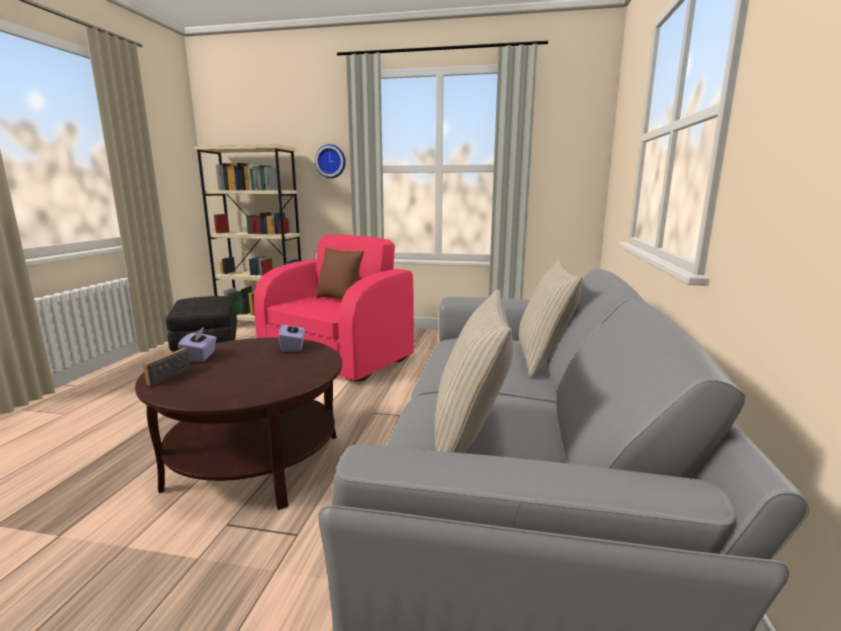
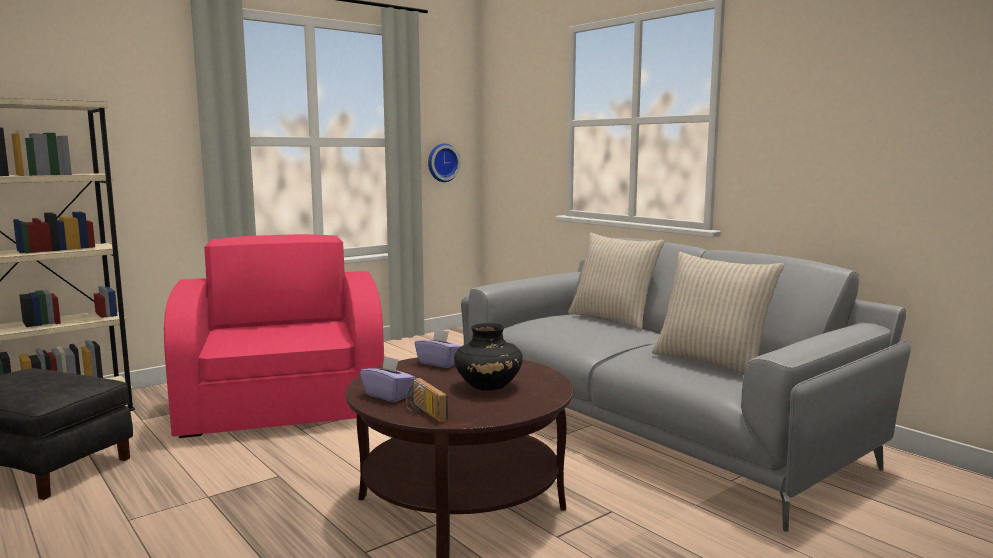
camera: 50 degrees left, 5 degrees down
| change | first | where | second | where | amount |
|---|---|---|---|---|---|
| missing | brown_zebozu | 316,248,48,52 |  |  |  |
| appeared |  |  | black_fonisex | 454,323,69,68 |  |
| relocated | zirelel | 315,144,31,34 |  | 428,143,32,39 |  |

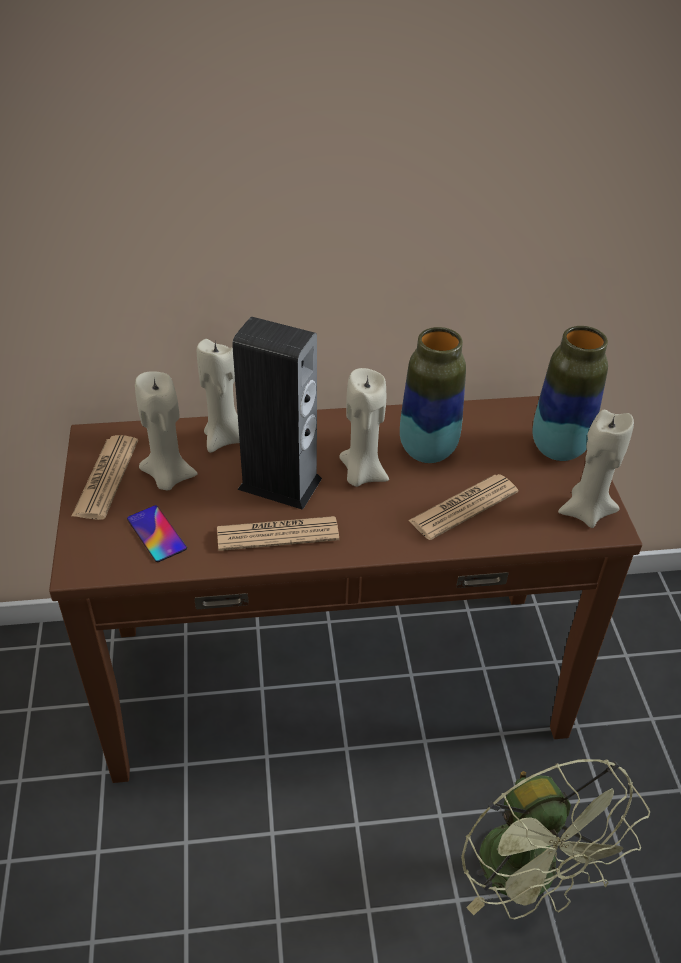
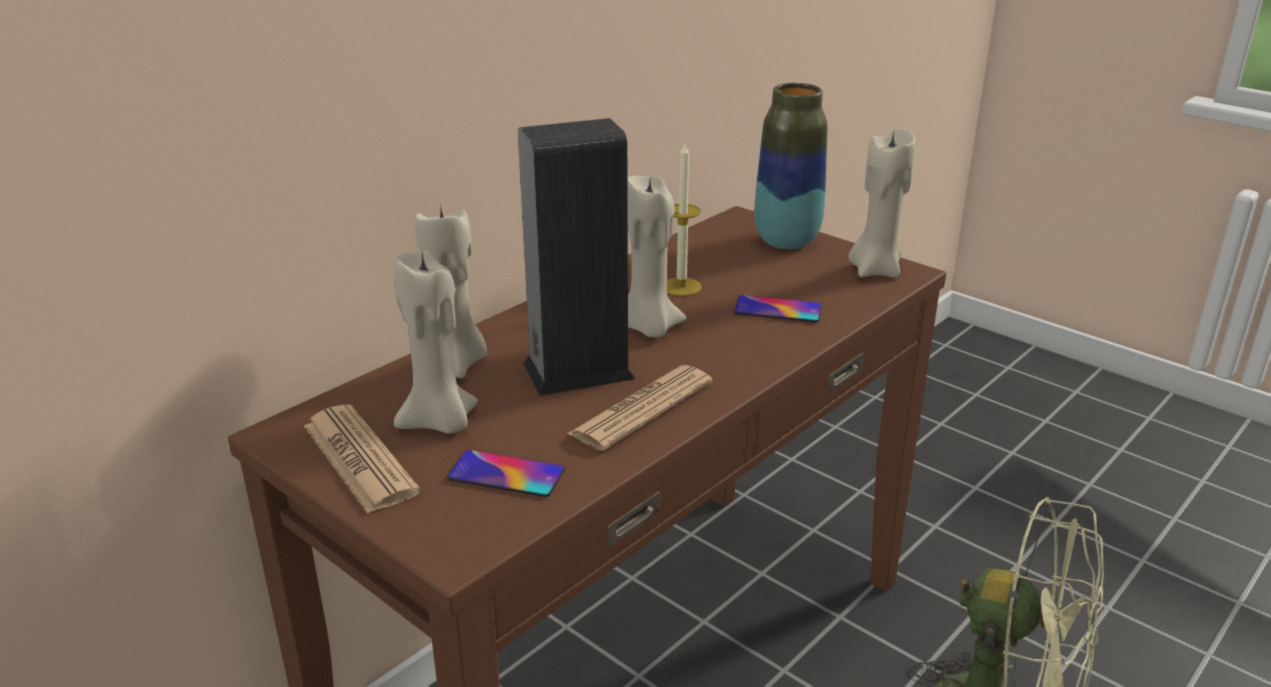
camera: 40 degrees left, 15 degrees down
| change | first | where | second | where | amount |
|---|---|---|---|---|---|
| exchanged | fonisex | 400,327,66,136 | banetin | 667,141,35,155 |  |
| exchanged | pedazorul | 408,474,110,66 | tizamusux | 734,295,88,27 |  |

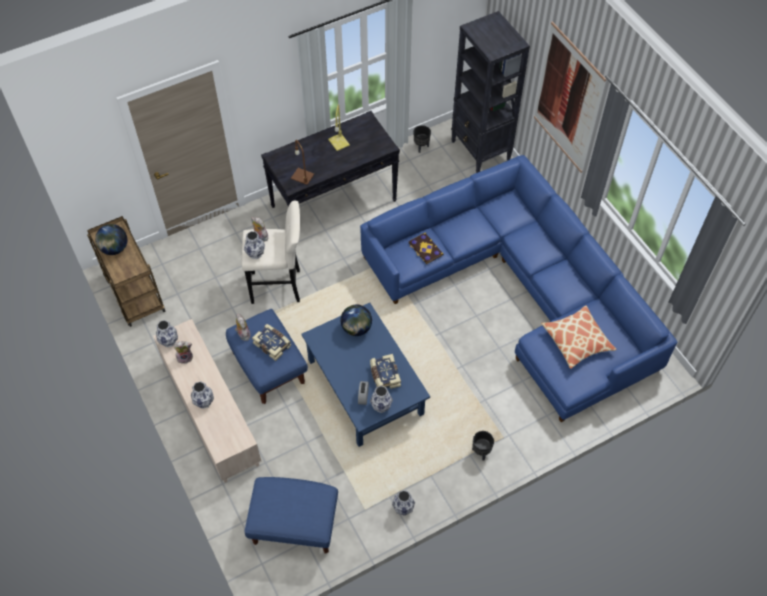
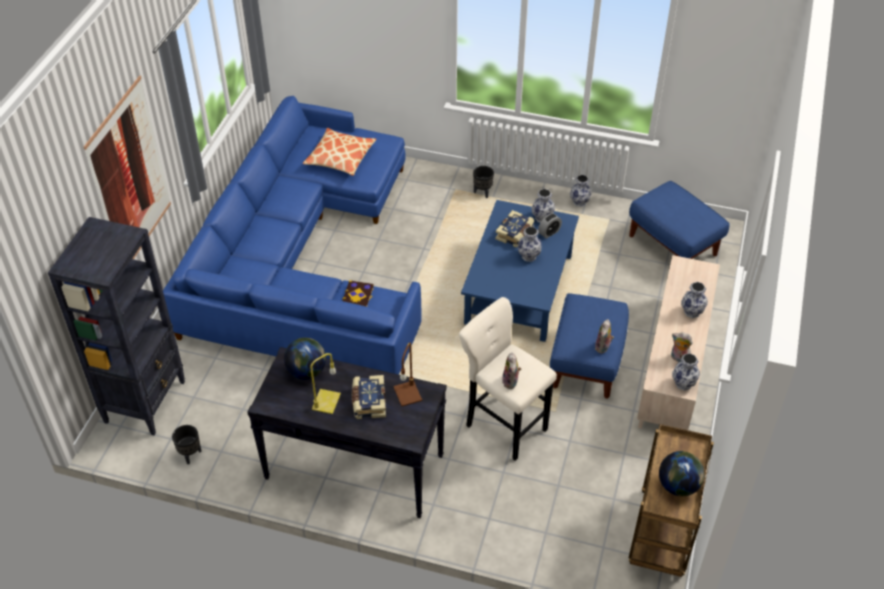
camera: 135 degrees left, 10 degrees down
| change | first | where | second | where | amount |
|---|---|---|---|---|---|
| relocated | fonisex | 244,231,21,28 |  | 518,227,24,35 |  |
| relocated | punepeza | 252,324,39,37 |  | 352,375,34,44 |  |
| relocated | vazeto | 340,304,32,32 |  | 284,338,42,42 |  |

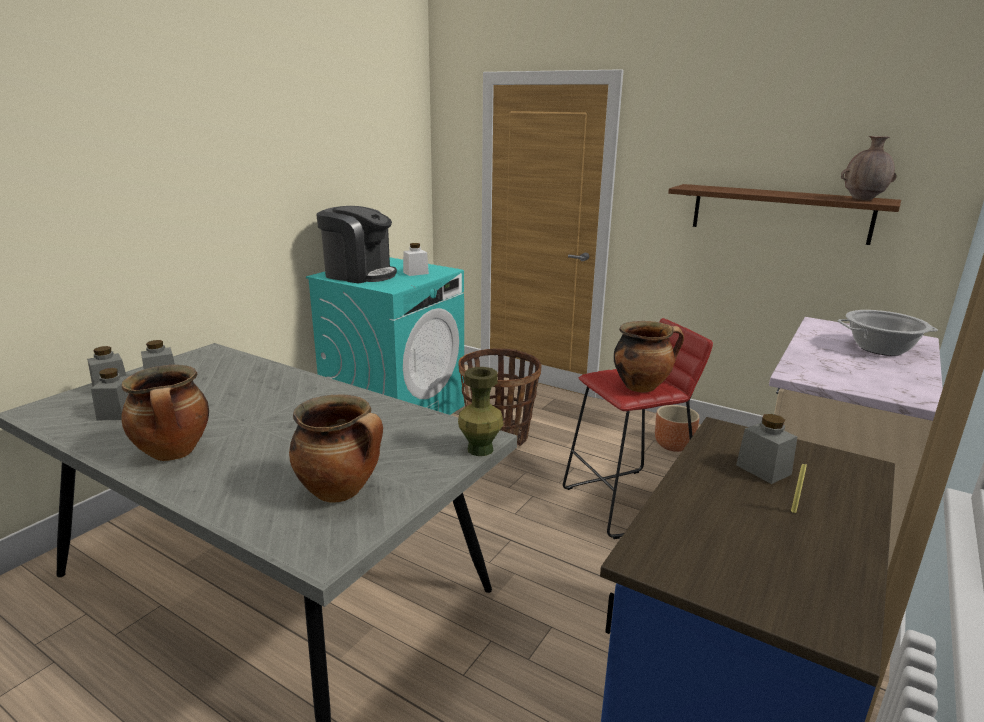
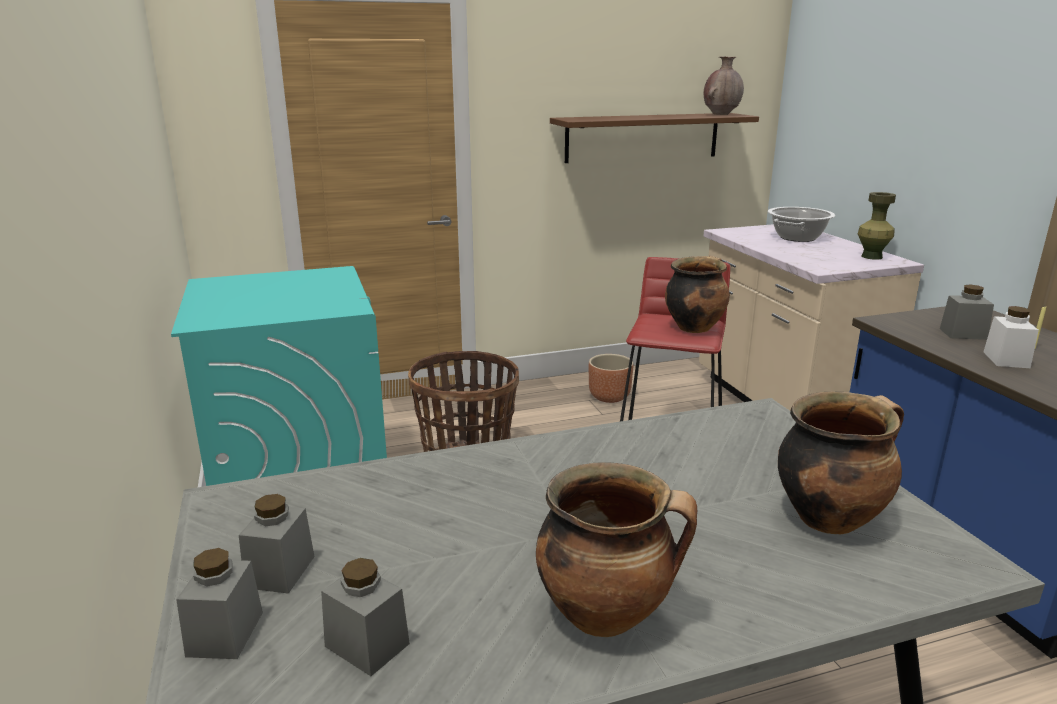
camera: 50 degrees left, 0 degrees up
| change | first | where | second | where | amount |
|---|---|---|---|---|---|
| missing | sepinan | 316,206,81,77 |  |  |  |
| relocated | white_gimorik | 403,243,26,33 |  | 983,306,56,62 |  |
| relocated | green_fonisex | 458,367,46,89 |  | 858,192,38,68 |  |

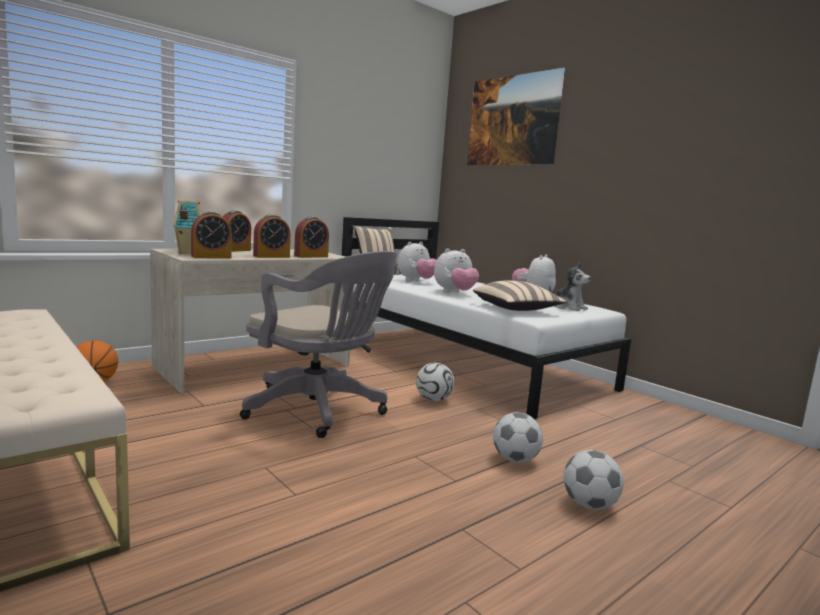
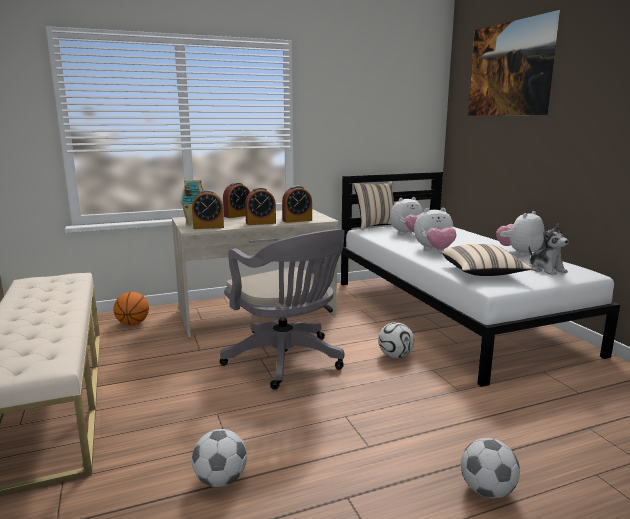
camera: 20 degrees right, 5 degrees up
| change | first | where | second | where | amount |
|---|---|---|---|---|---|
| relocated | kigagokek | 493,412,50,51 |  | 192,429,55,58 |  |

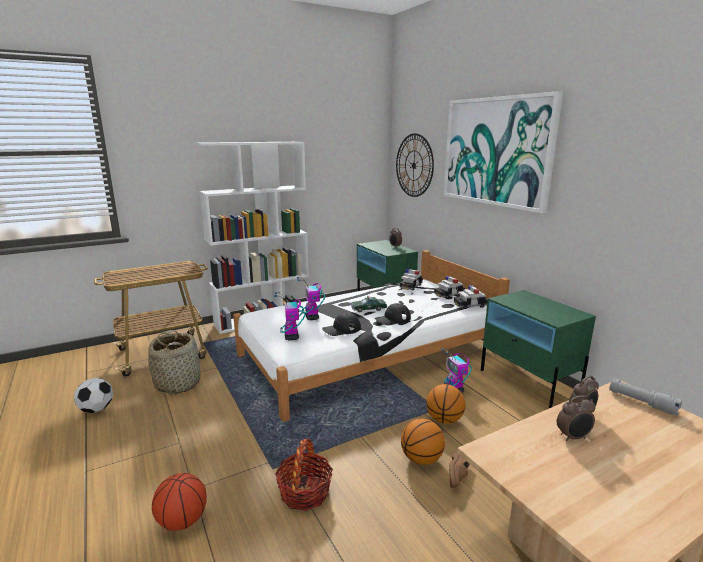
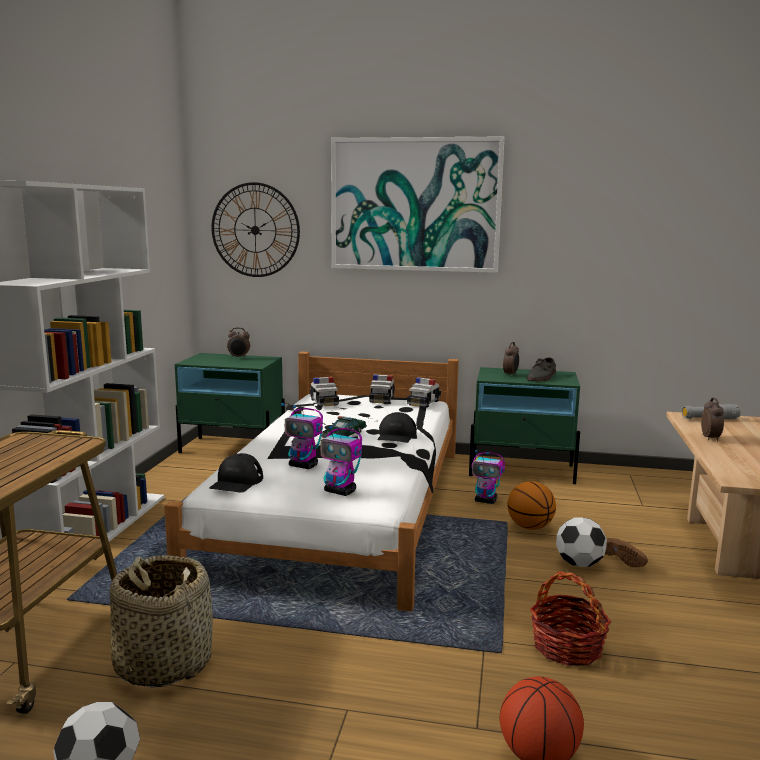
camera: 50 degrees left, 5 degrees down
| change | first | where | second | where | amount |
|---|---|---|---|---|---|
| appeared |  |  | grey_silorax | 527,357,29,24 |  |
| relocated | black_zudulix | 322,312,39,24 |  | 209,453,54,40 |  |
| relocated | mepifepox | 557,395,39,47 |  | 503,342,16,35 |  |
| exchanged | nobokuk | 401,419,44,46 | kigagokek | 556,517,51,50 |  |

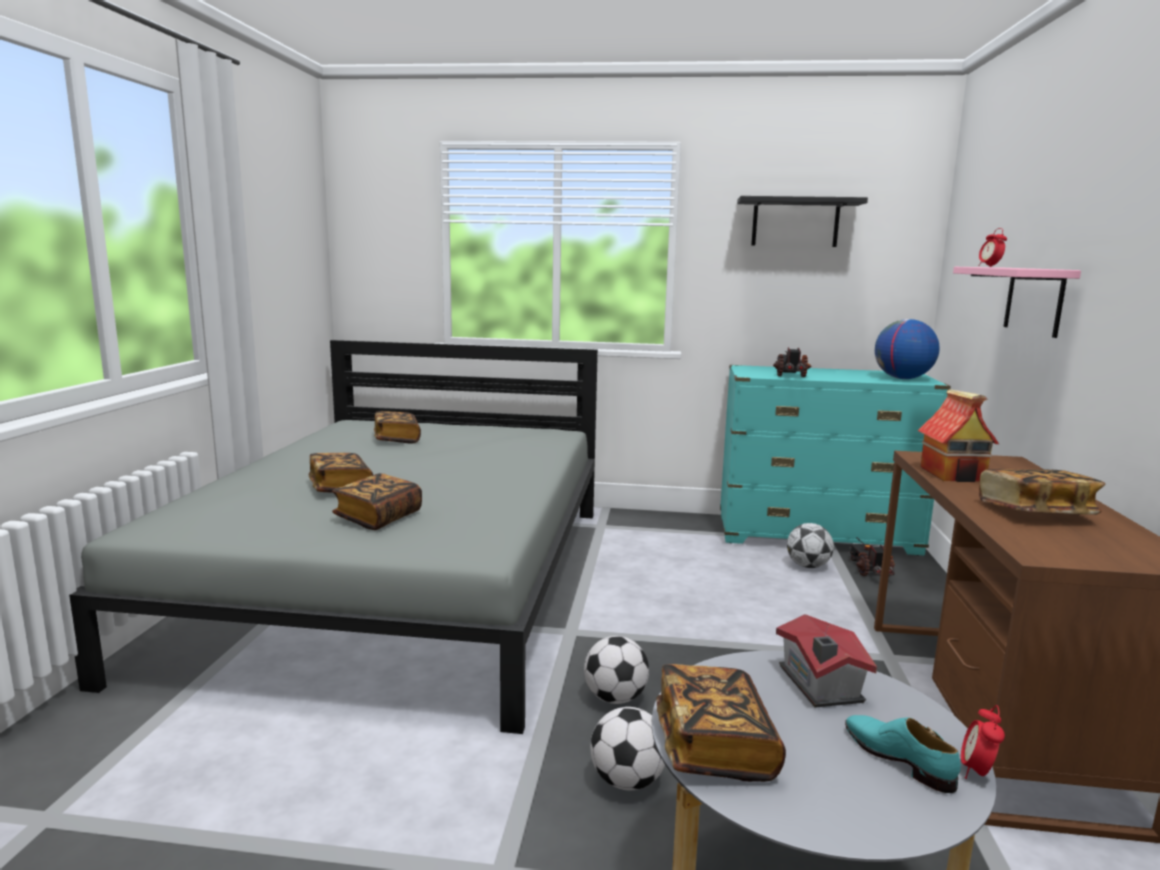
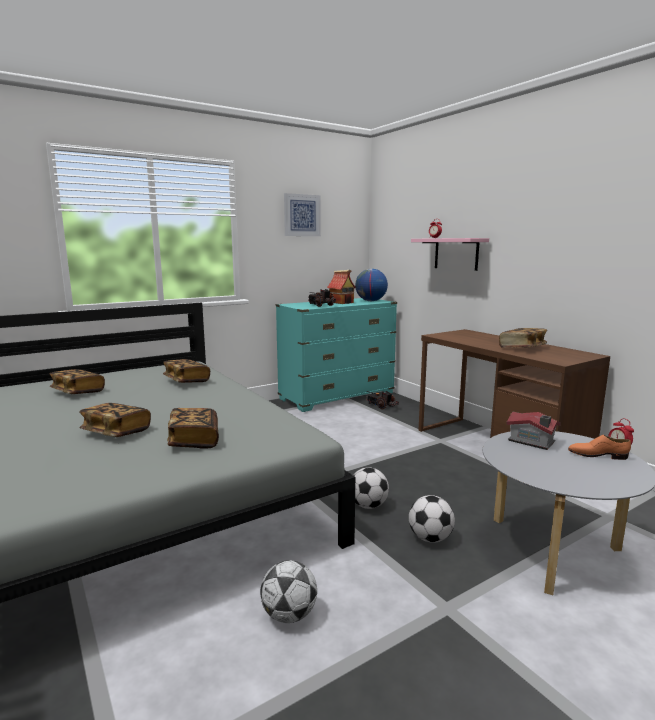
camera: 40 degrees left, 0 degrees up
| change | first | where | second | where | amount |
|---|---|---|---|---|---|
| relocated | punepeza | 656,664,130,118 |  | 163,359,47,24 |  |
| relocated | kigagokek | 787,523,47,45 |  | 260,560,57,63 |  |
| relocated | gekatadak | 918,389,81,93 |  | 327,270,29,34 |  |
| exchanged | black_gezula | 737,196,131,51 | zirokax | 284,193,37,43 |  |
| colour | turquoise_silorax | 845,715,116,78 | orange_silorax | 568,435,63,25 |  |

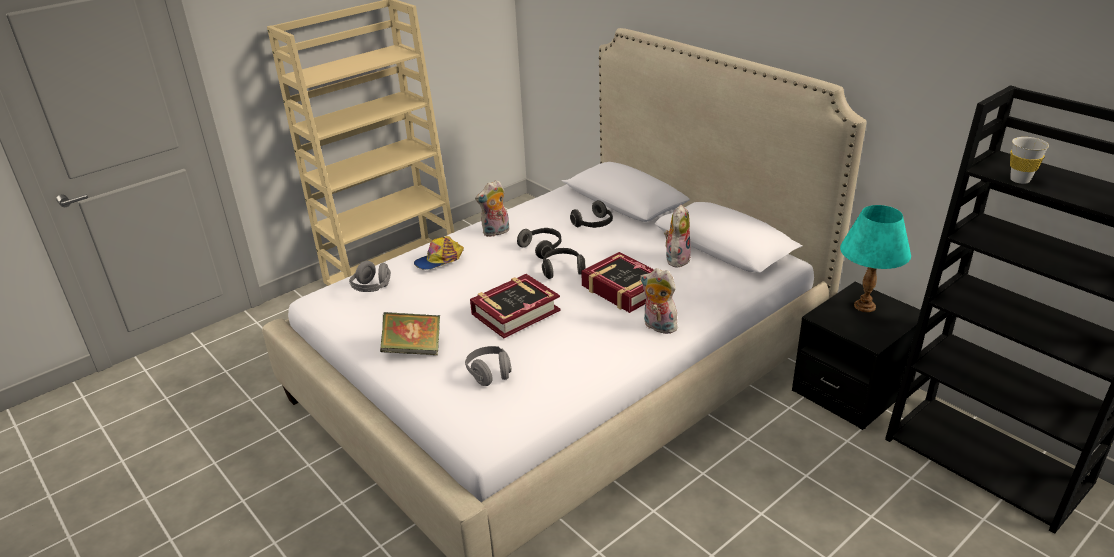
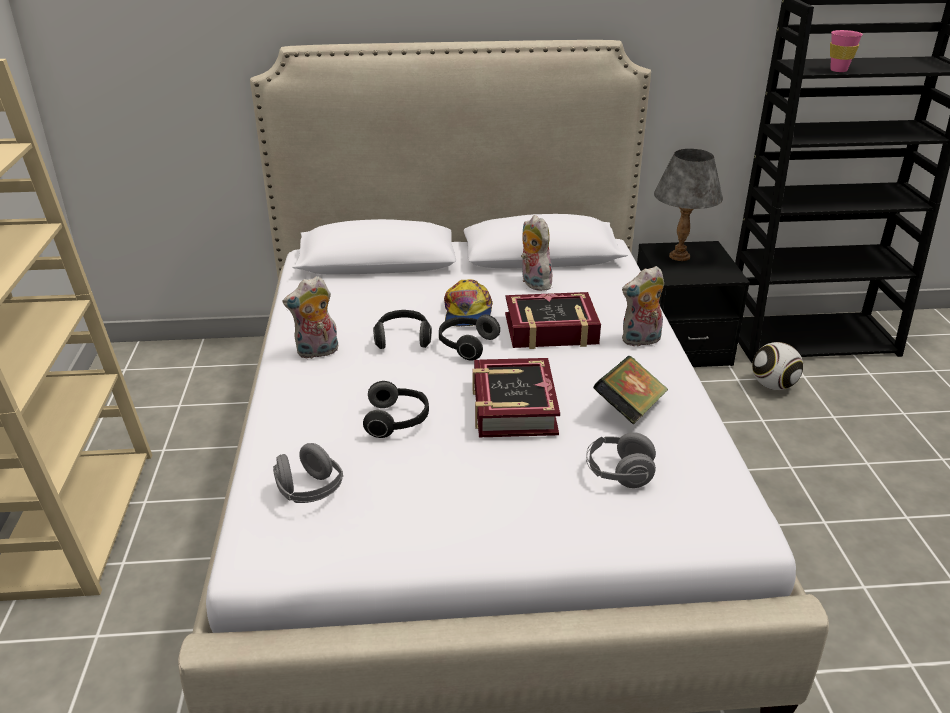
camera: 55 degrees left, 0 degrees up
| change | first | where | second | where | amount |
|---|---|---|---|---|---|
| appeared |  |  | kigagokek | 752,342,51,48 |  |
| relocated | punepeza | 380,312,60,43 |  | 593,356,75,69 |  |
| relocated | zudulix | 414,236,50,34 |  | 444,279,49,48 |  |
| relocated | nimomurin | 570,200,43,28 |  | 363,381,66,57 |  |
| colour | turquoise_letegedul | 840,205,71,107 | grey_letegedul | 654,149,69,112 |  |
| colour | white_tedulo | 1010,137,39,47 | pink_tedulo | 830,30,33,42 |  |
| spun | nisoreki | 475,180,34,57 |  | 283,276,55,83 | 60 degrees clockwise |

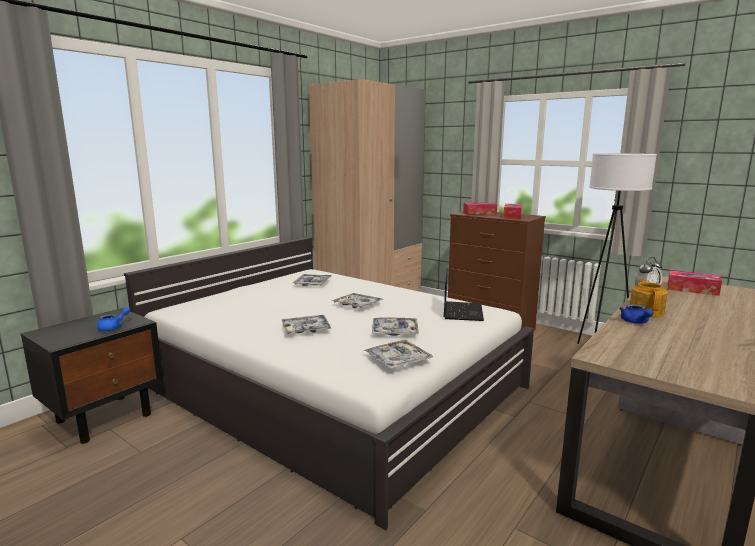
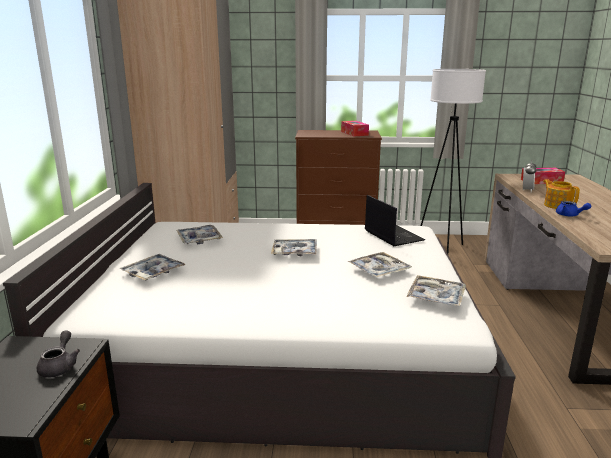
camera: 35 degrees left, 5 degrees up
| change | first | where | second | where | amount |
|---|---|---|---|---|---|
| missing | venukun | 463,202,34,13 |  |  |  |
| relocated | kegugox | 281,315,50,19 |  | 120,254,66,26 |  |
| colour | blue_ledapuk | 97,307,33,24 | grey_ledapuk | 37,331,43,47 |  |

